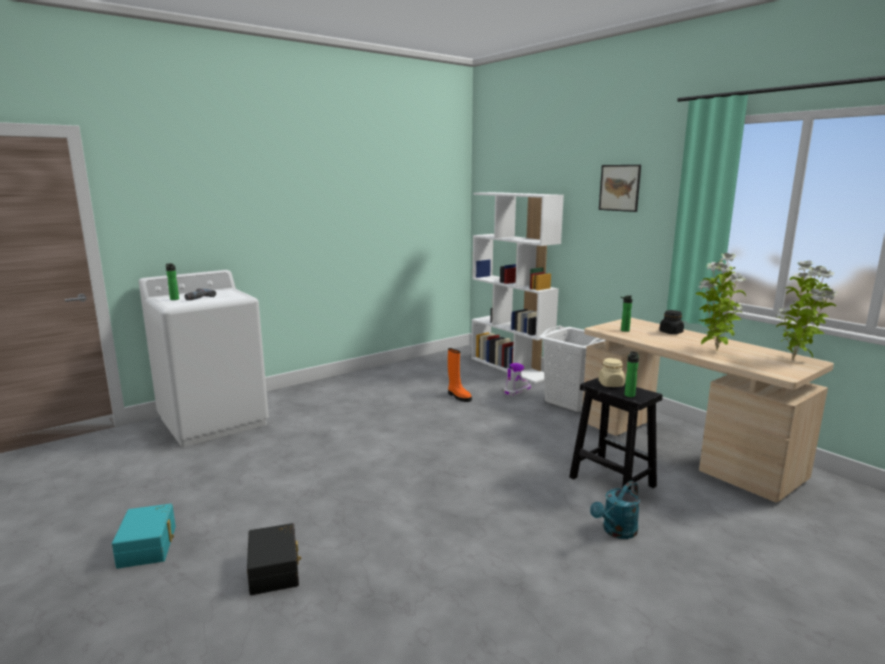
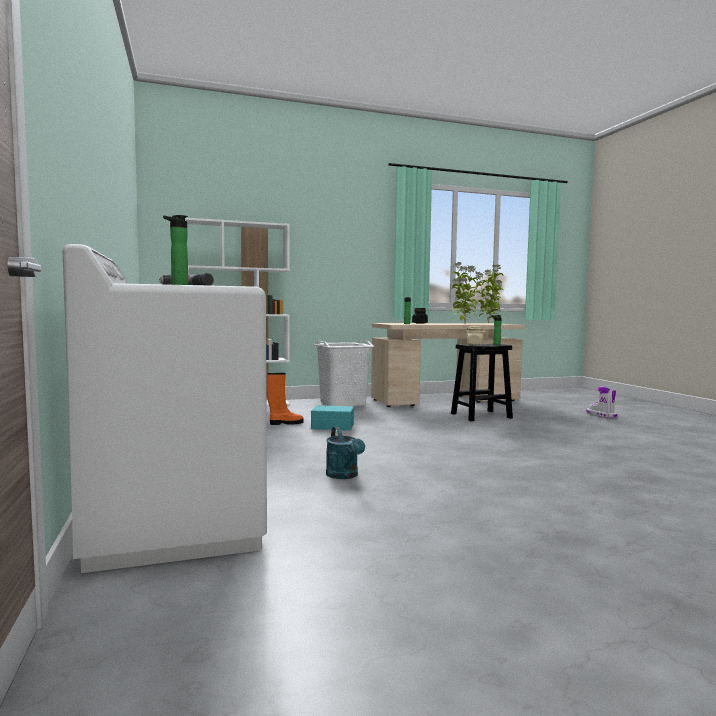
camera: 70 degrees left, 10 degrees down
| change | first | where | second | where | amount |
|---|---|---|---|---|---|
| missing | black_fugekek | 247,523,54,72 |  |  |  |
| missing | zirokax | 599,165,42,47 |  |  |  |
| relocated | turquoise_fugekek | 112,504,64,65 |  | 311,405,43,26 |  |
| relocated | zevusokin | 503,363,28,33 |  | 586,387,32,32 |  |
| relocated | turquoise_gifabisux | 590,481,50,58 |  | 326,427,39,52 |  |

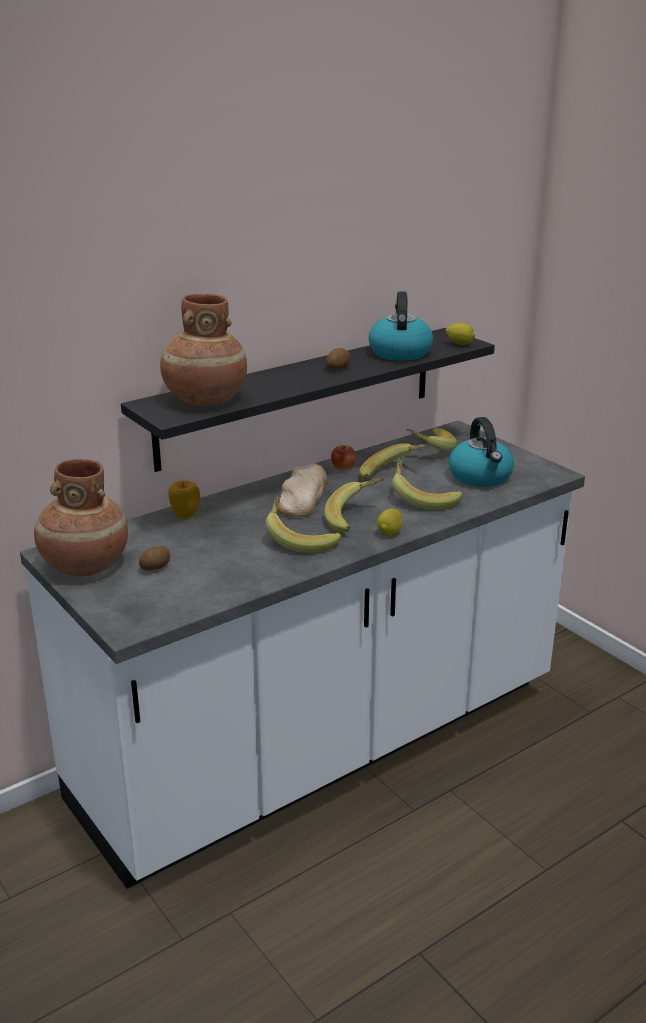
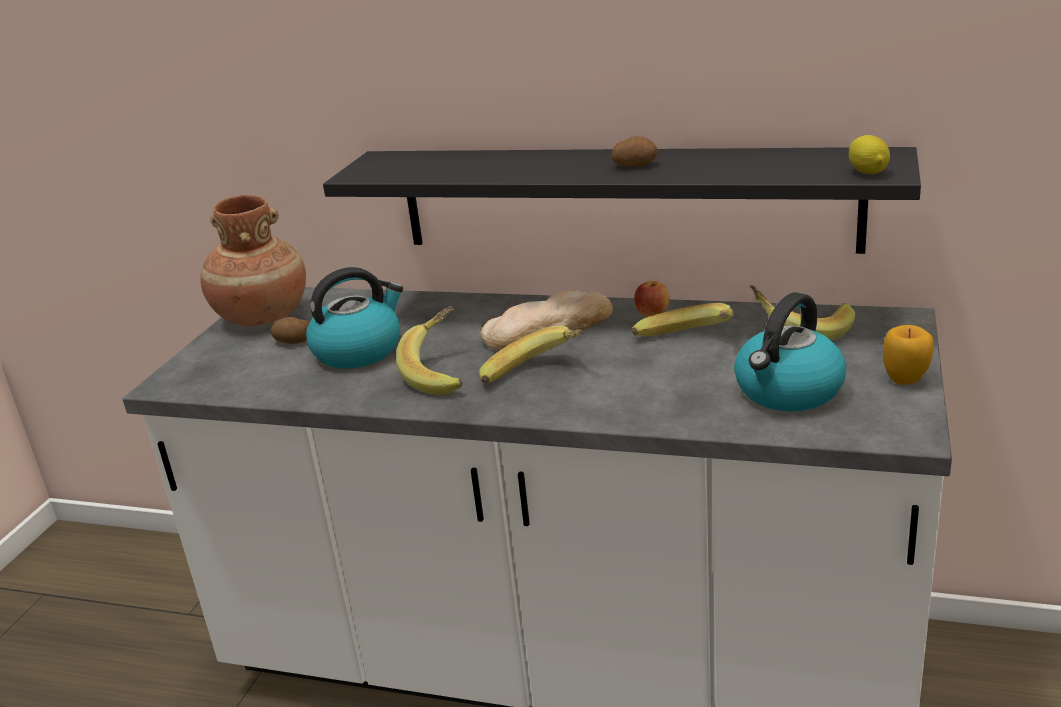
camera: 55 degrees right, 0 degrees up
| change | first | where | second | where | amount |
|---|---|---|---|---|---|
| missing | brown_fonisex | 160,294,87,112 |  |  |  |
| missing | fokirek | 377,509,26,27 |  |  |  |
| missing | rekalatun | 392,457,70,53 |  |  |  |
| relocated | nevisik | 168,480,32,39 |  | 883,325,51,60 |  |
| relocated | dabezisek | 368,291,65,70 |  | 306,267,97,102 |  |

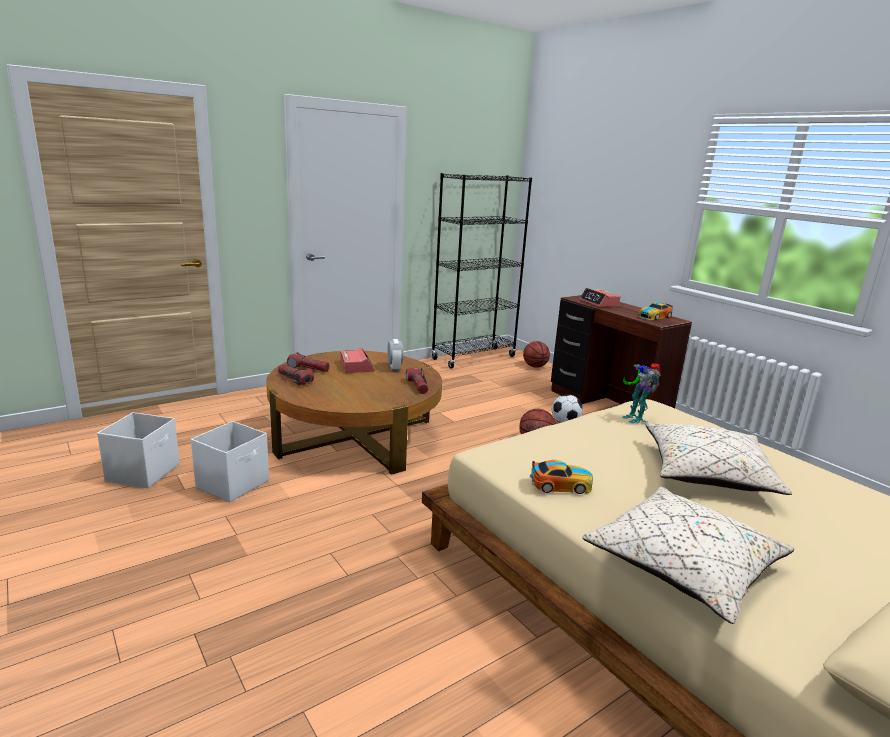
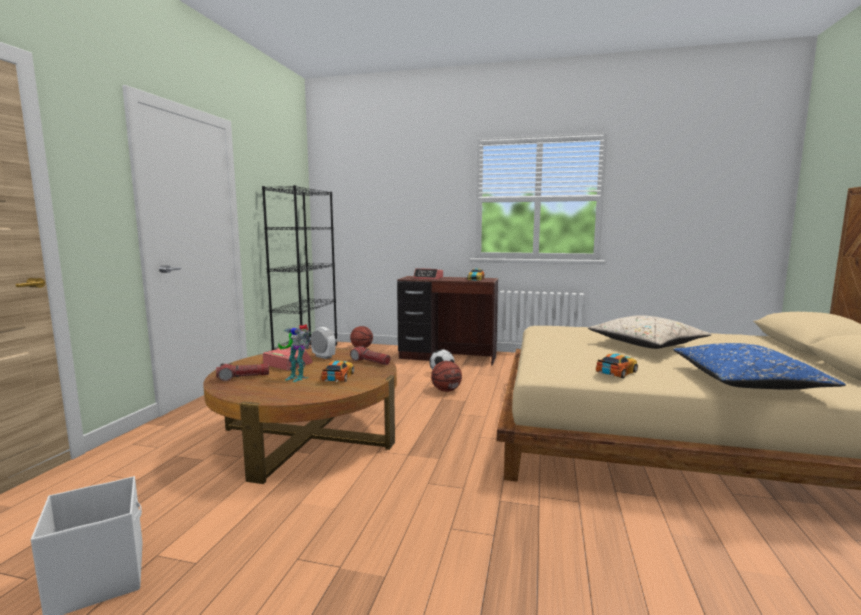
camera: 40 degrees left, 10 degrees down
| change | first | where | second | where | amount |
|---|---|---|---|---|---|
| missing | white_fugekek | 191,421,78,82 |  |  |  |
| missing | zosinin | 278,364,36,21 |  |  |  |
| appeared |  |  | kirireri | 321,361,33,21 |  |
| relocated | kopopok | 622,363,39,60 |  | 278,325,33,57 |  |
| colour | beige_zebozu | 582,487,212,137 | blue_zebozu | 673,343,173,47 |  |

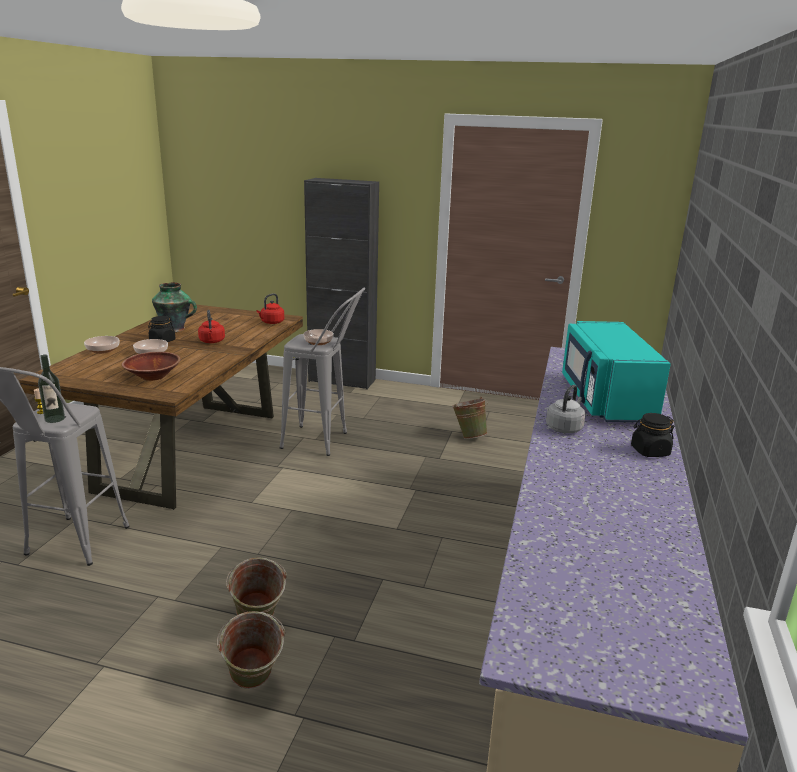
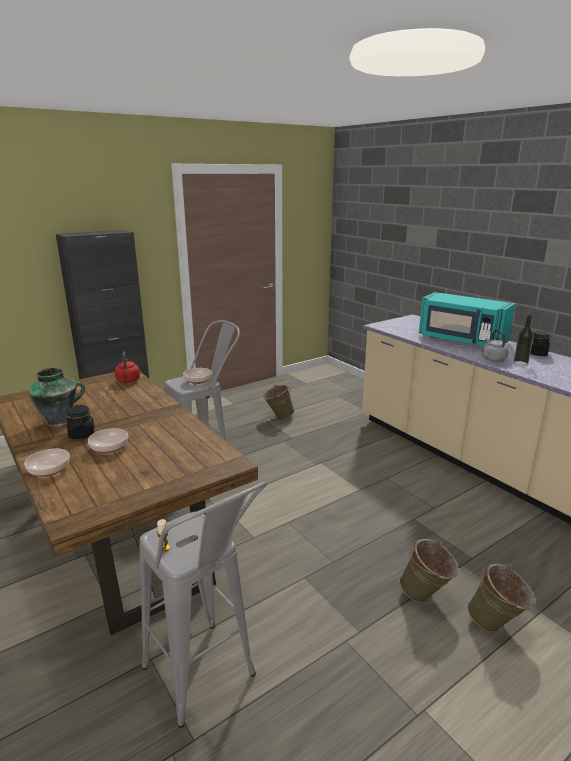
camera: 50 degrees left, 0 degrees up
| change | first | where | second | where | amount |
|---|---|---|---|---|---|
| missing | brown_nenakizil | 122,352,59,29 |  |  |  |
| missing | red_dabezisek | 198,310,27,33 |  |  |  |
| relocated | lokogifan | 38,354,27,69 |  | 514,315,20,51 |  |

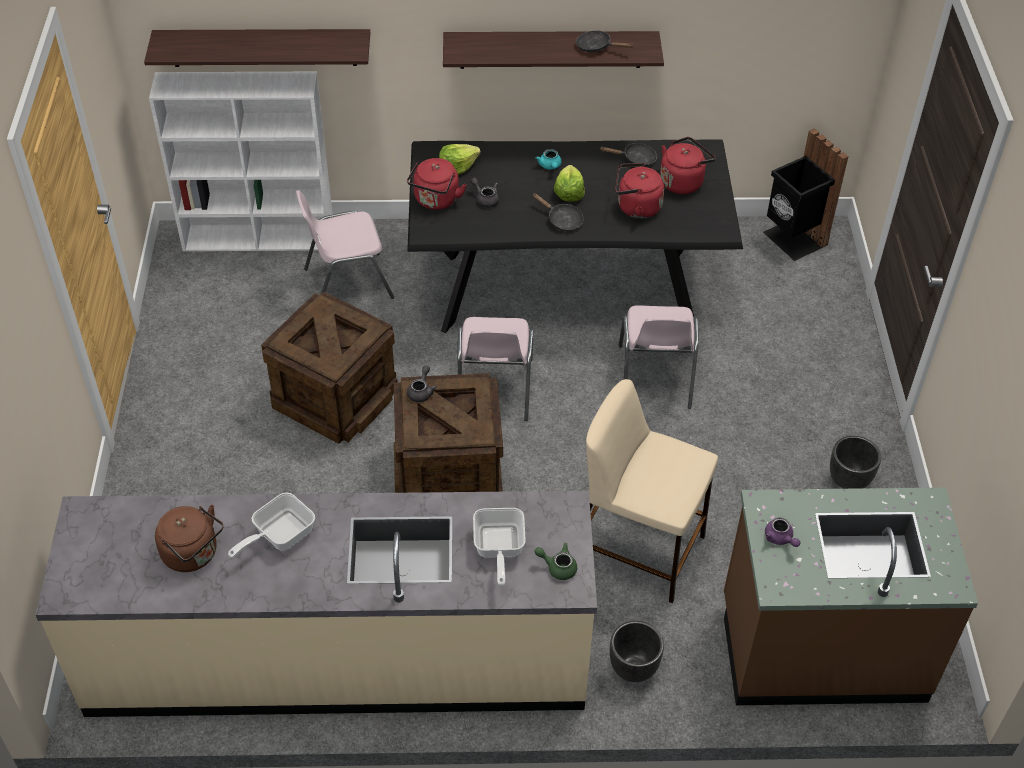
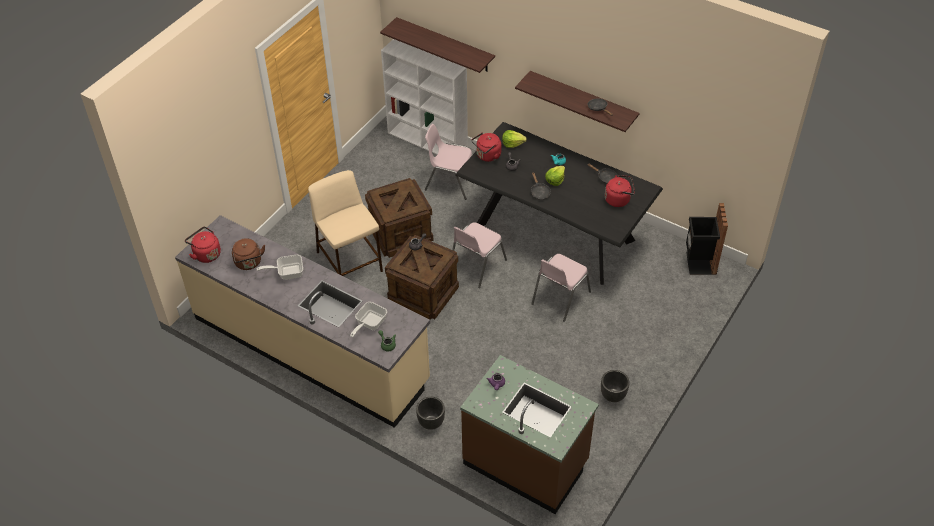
camera: 35 degrees right, 0 degrees up
| change | first | where | second | where | amount |
|---|---|---|---|---|---|
| relocated | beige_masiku | 586,379,132,224 |  | 308,170,75,106 |  |
| relocated | red_dabezisek | 615,163,49,56 |  | 185,226,36,37 |  |

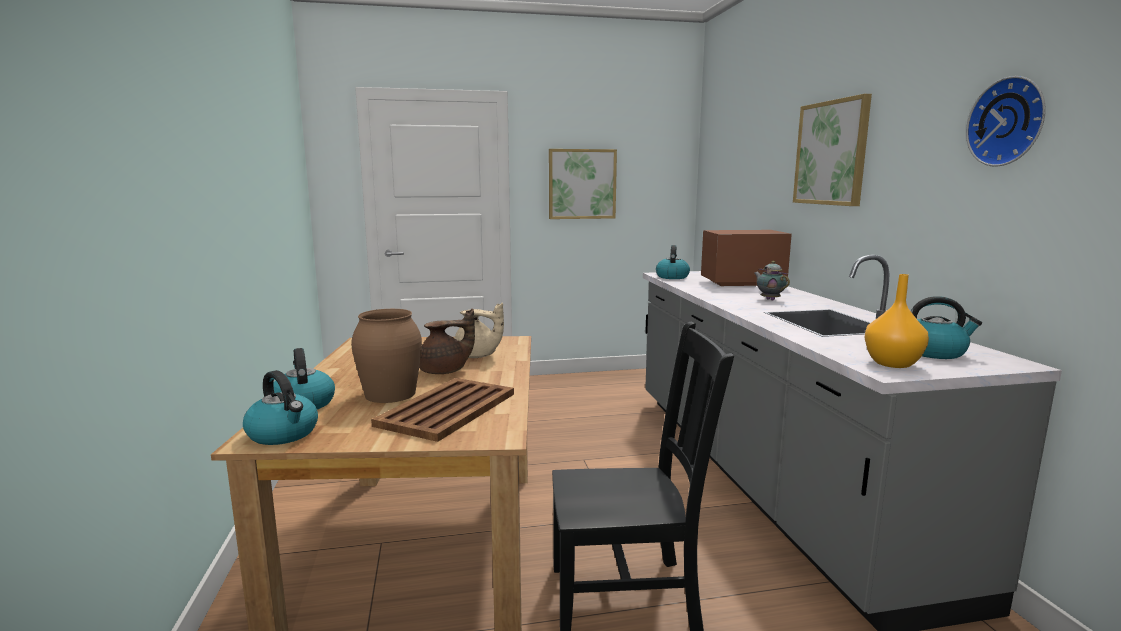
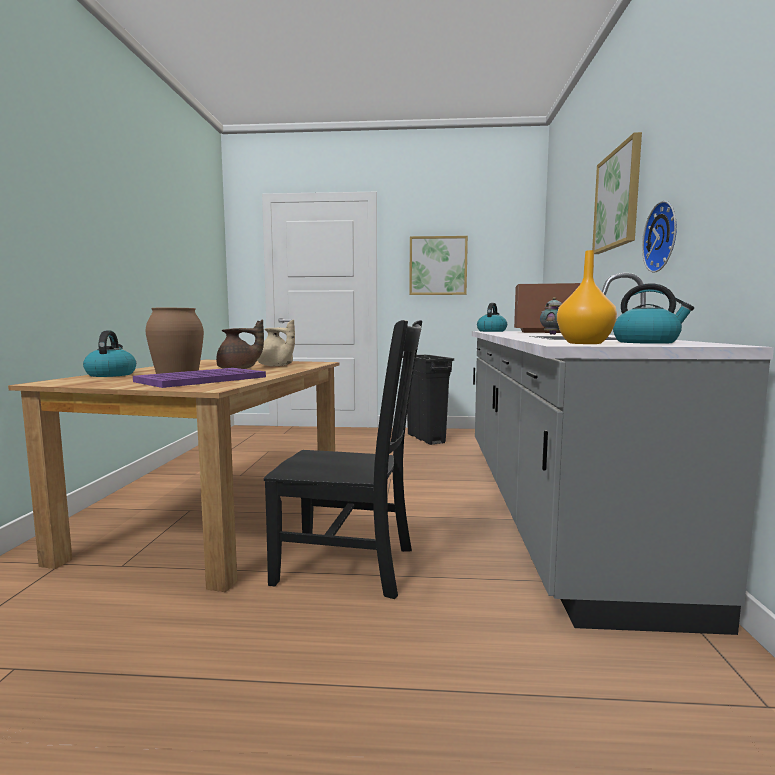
camera: 15 degrees right, 5 degrees down
| change | first | where | second | where | amount |
|---|---|---|---|---|---|
| missing | dabezisek | 243,370,75,75 |  |  |  |
| appeared |  |  | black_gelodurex | 402,355,52,90 |  |
| relocated | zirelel | 966,76,80,91 |  | 642,201,35,72 |  |
| colour | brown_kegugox | 371,378,143,64 | purple_kegugox | 133,368,133,20 |  |

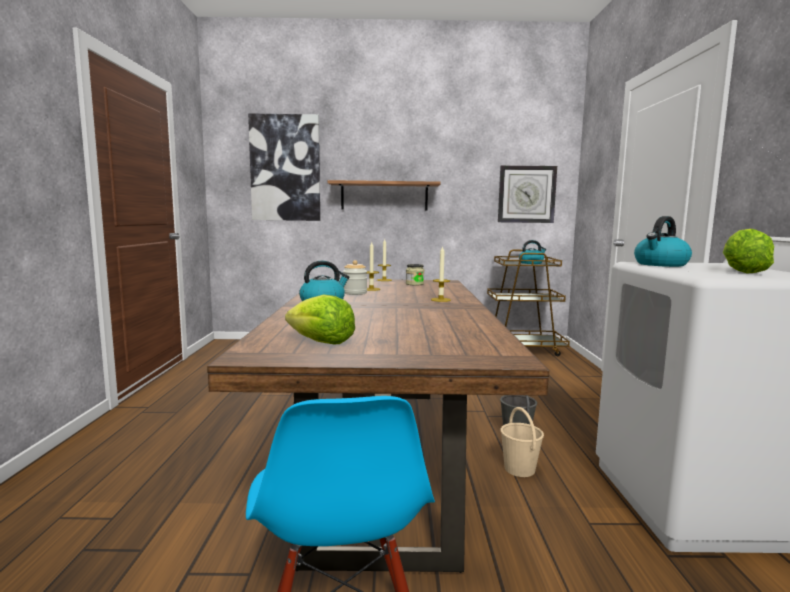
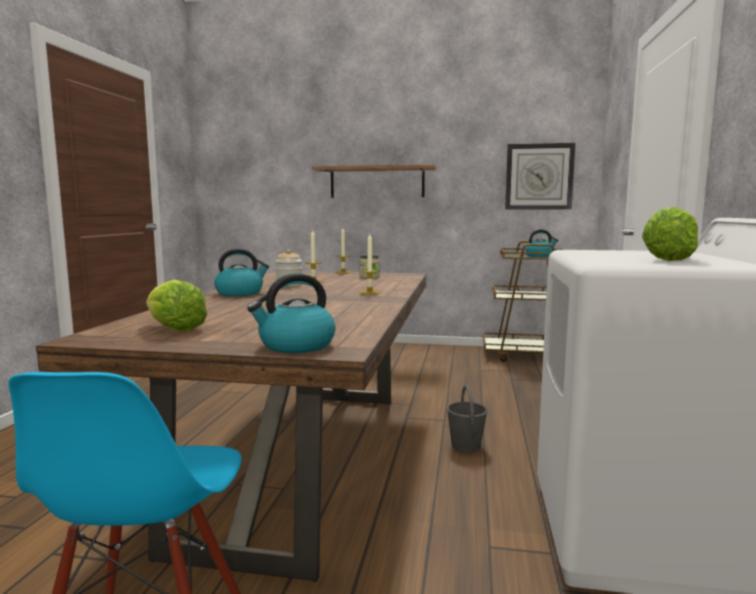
camera: 10 degrees right, 0 degrees up
| change | first | where | second | where | amount |
|---|---|---|---|---|---|
| missing | zirokax | 248,113,72,108 |  |  |  |
| missing | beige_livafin | 501,407,43,70 |  |  |  |
| relocated | dabezisek | 634,216,58,51 |  | 247,273,89,80 |  |

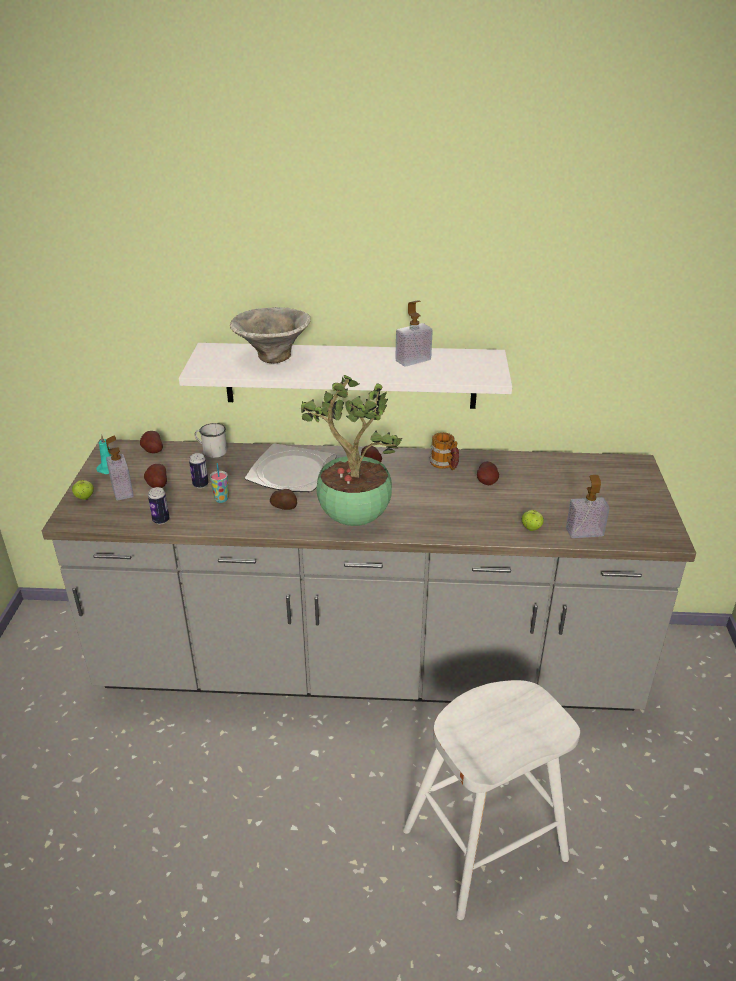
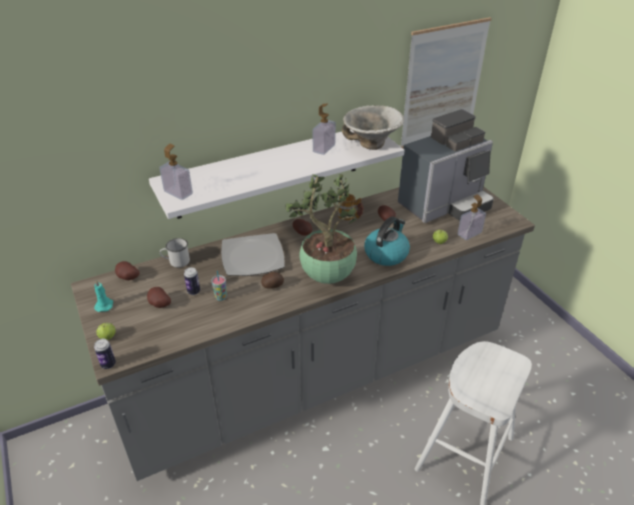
camera: 30 degrees left, 5 degrees up
| change | first | where | second | where | amount |
|---|---|---|---|---|---|
| appeared |  |  | dabezisek | 364,217,46,49 |  |
| appeared |  |  | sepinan | 398,109,96,114 |  |
| appeared |  |  | zirokax | 400,17,92,131 |  |
| relocated | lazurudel | 106,436,28,64 |  | 159,144,34,56 |  |
| relocated | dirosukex | 148,487,21,37 |  | 94,339,22,30 |  |
| relocated | nenakizil | 230,307,81,56 |  | 342,105,62,45 |  |

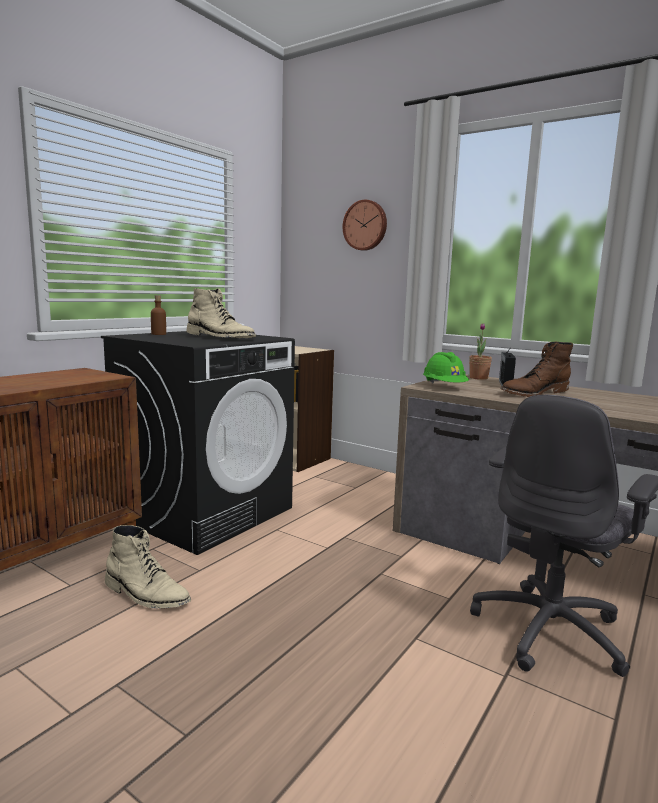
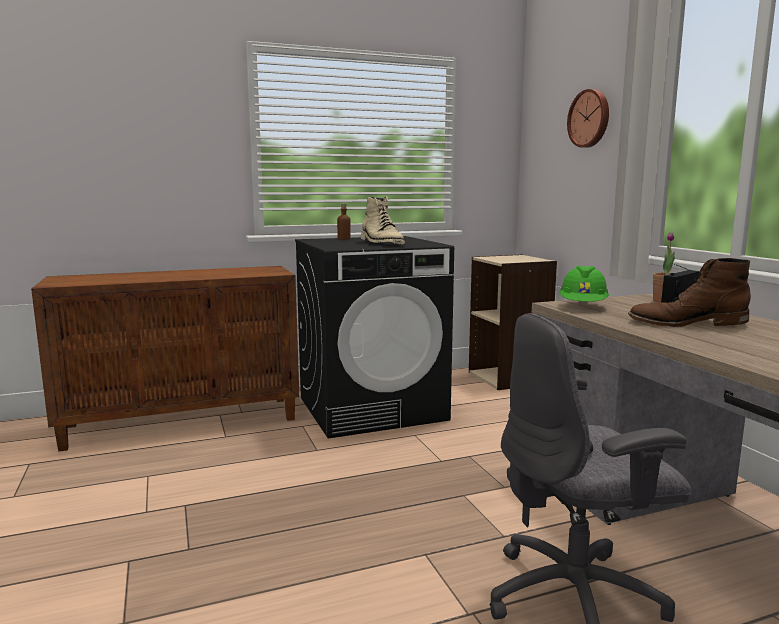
camera: 35 degrees right, 0 degrees up
| change | first | where | second | where | amount |
|---|---|---|---|---|---|
| missing | beige_zevusokin | 105,525,86,83 |  |  |  |

